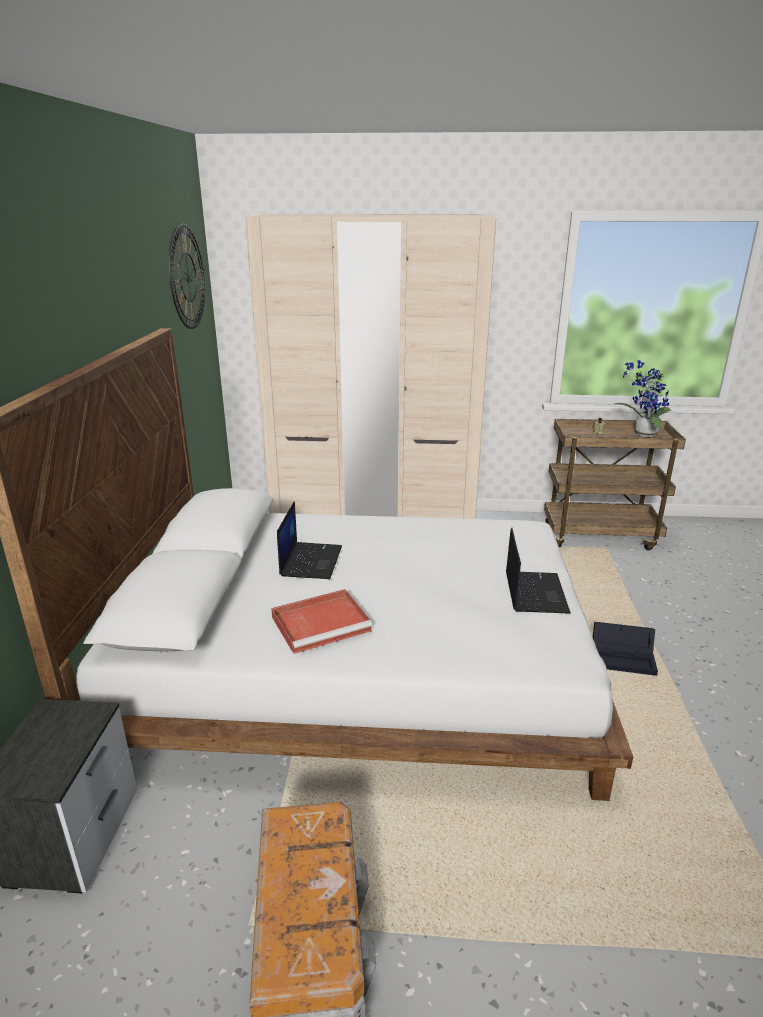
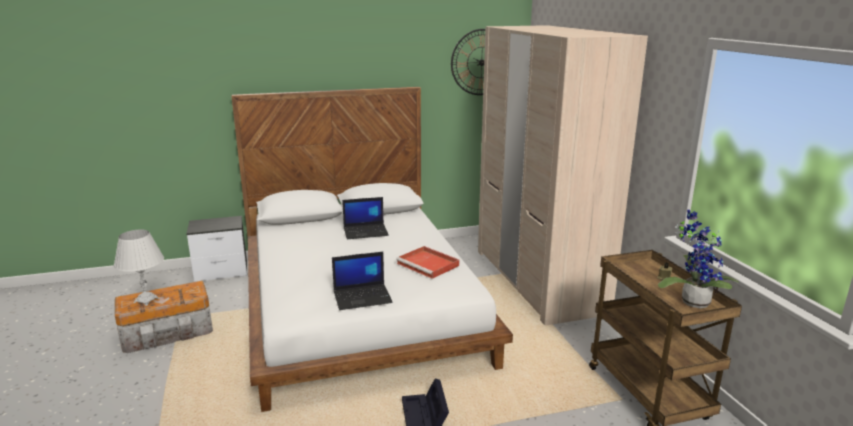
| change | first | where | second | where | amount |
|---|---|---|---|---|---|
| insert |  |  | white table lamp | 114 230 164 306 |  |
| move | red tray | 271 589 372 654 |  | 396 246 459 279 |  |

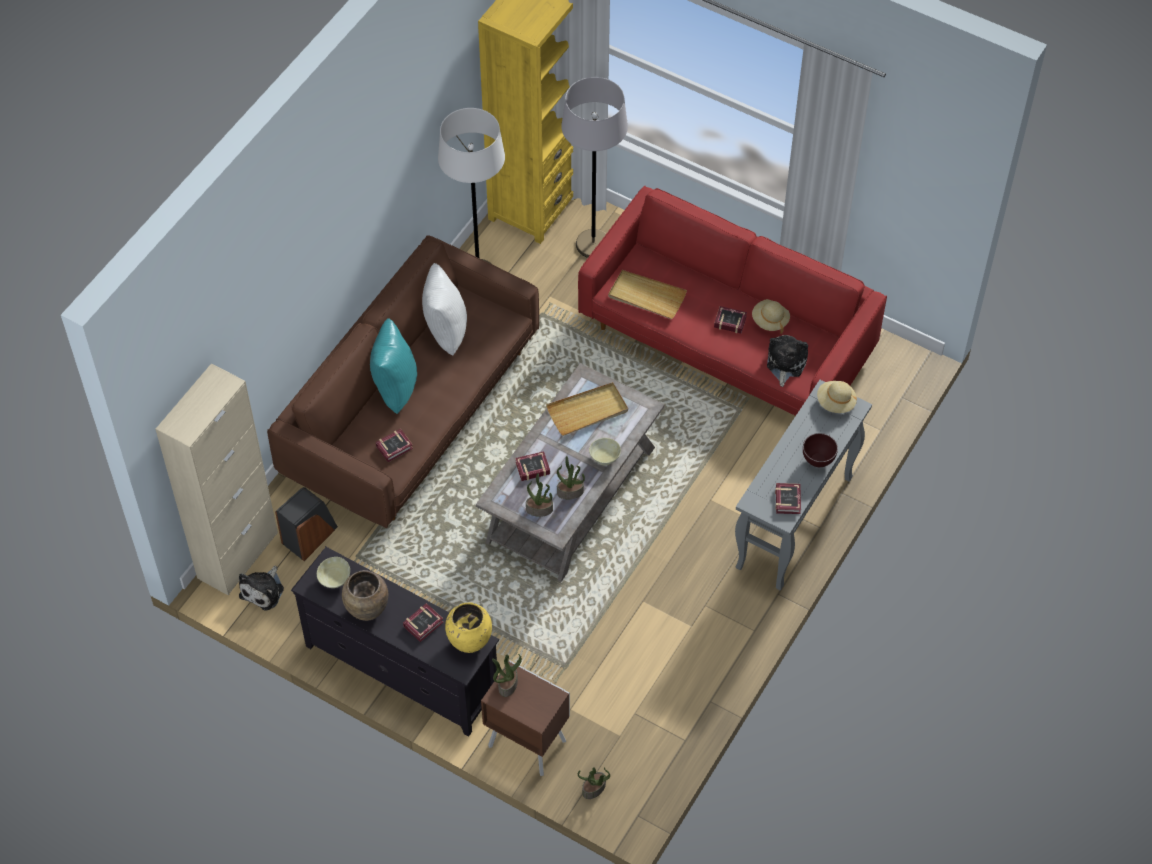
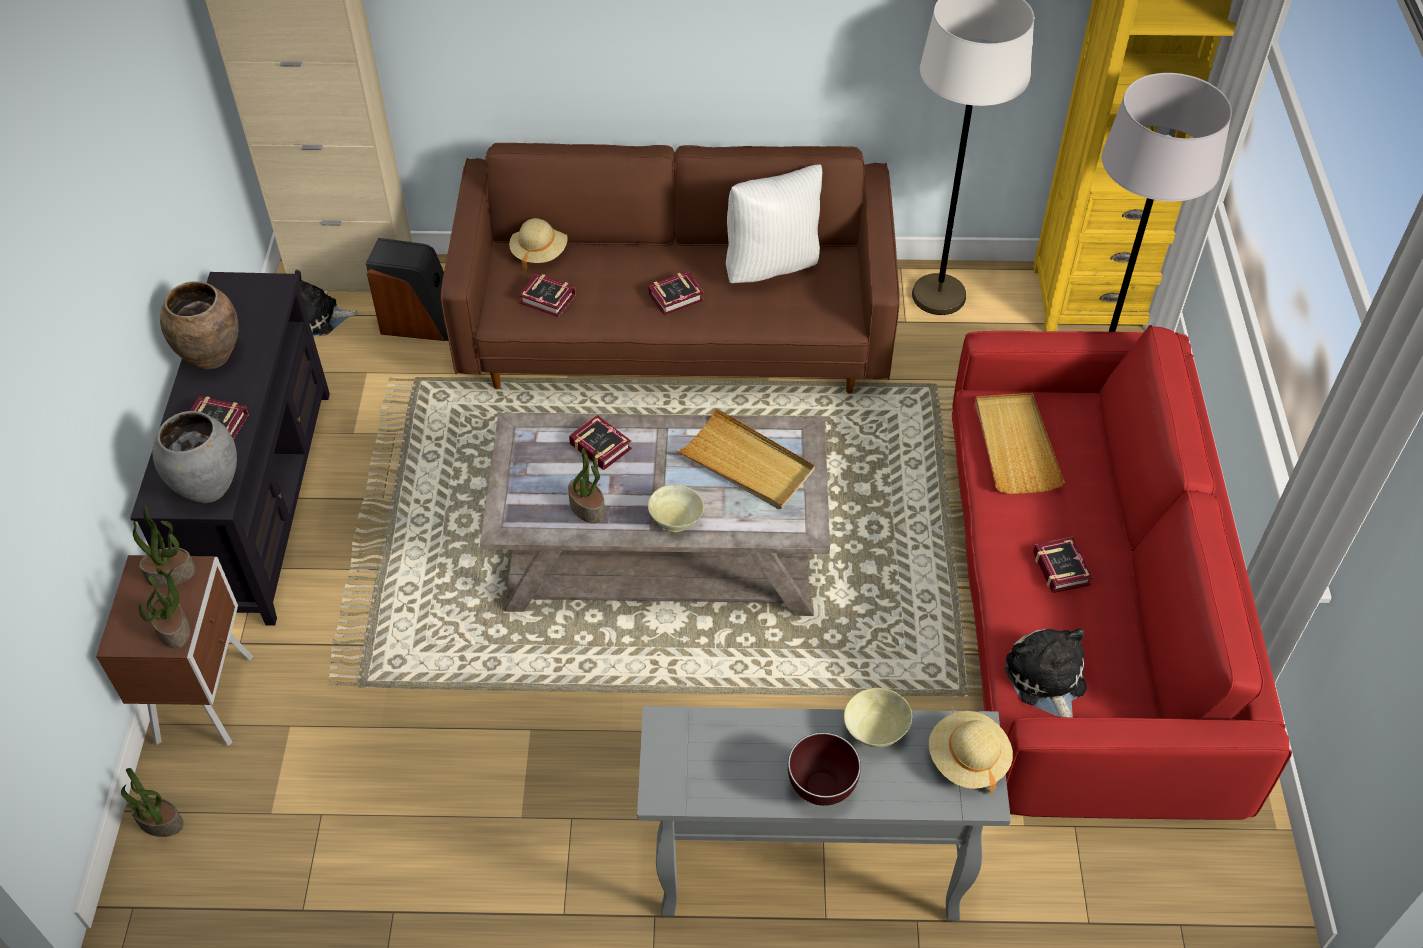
| change | first | where | second | where | amount |
|---|---|---|---|---|---|
| delete | turquoise pillow | 370 318 417 414 |  |  |  |
| move | beige bowl | 317 557 350 588 |  | 844 688 912 747 |  |
| move | potted plant | 526 473 553 517 |  | 139 568 190 649 |  |
| move | beige hat | 752 299 790 334 |  | 509 218 568 271 |  |
| move | book | 775 483 801 514 |  | 648 271 704 316 |  |
| recolor | yellow vase | 445 602 492 653 | grey vase | 152 411 237 503 |  |
| rotate | plush toy | 767 335 808 387 |  | 1005 628 1087 718 | 90 degrees counterclockwise |

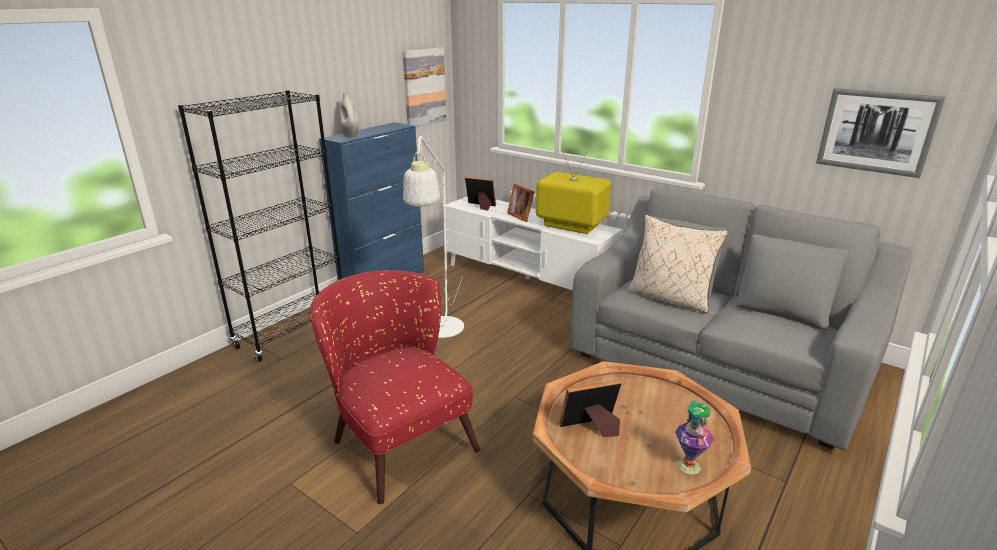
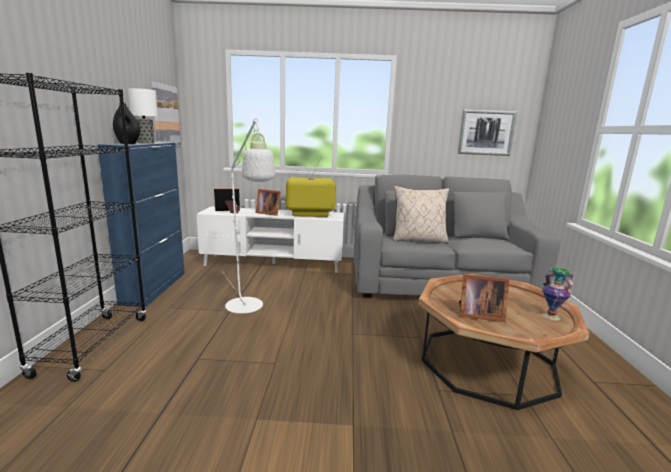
| change | first | where | second | where | amount |
|---|---|---|---|---|---|
| delete | red armchair | 310 270 480 504 |  |  |  |
| insert |  |  | table lamp | 127 88 158 144 |  |
| recolor | white vase | 339 93 359 137 | black vase | 113 103 140 144 |  |
| rotate | picture frame | 559 380 622 437 |  | 459 274 509 322 | 120 degrees counterclockwise |

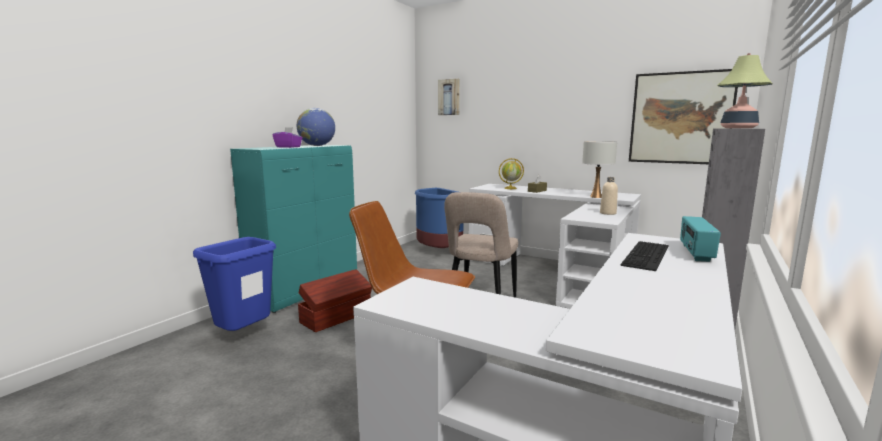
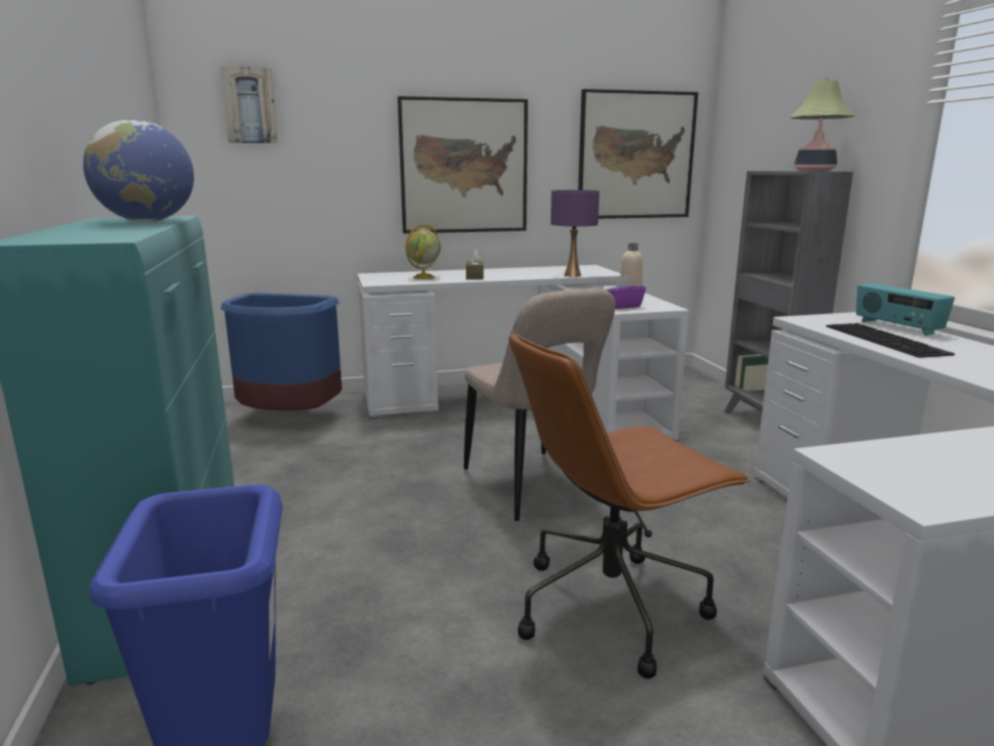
| change | first | where | second | where | amount |
|---|---|---|---|---|---|
| delete | brown storage box | 298 269 372 332 |  |  |  |
| insert |  |  | picture | 398 96 528 234 |  |
| move | purple tissue box | 273 127 303 148 |  | 605 276 646 309 |  |
| recolor | white table lamp | 582 141 617 198 | purple table lamp | 551 190 599 277 |  |

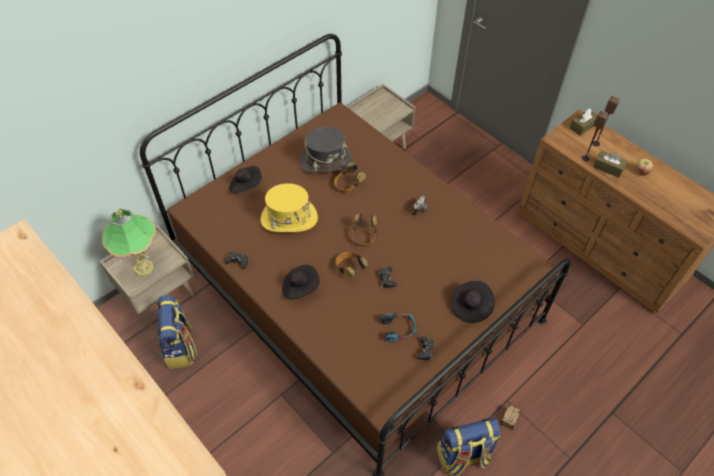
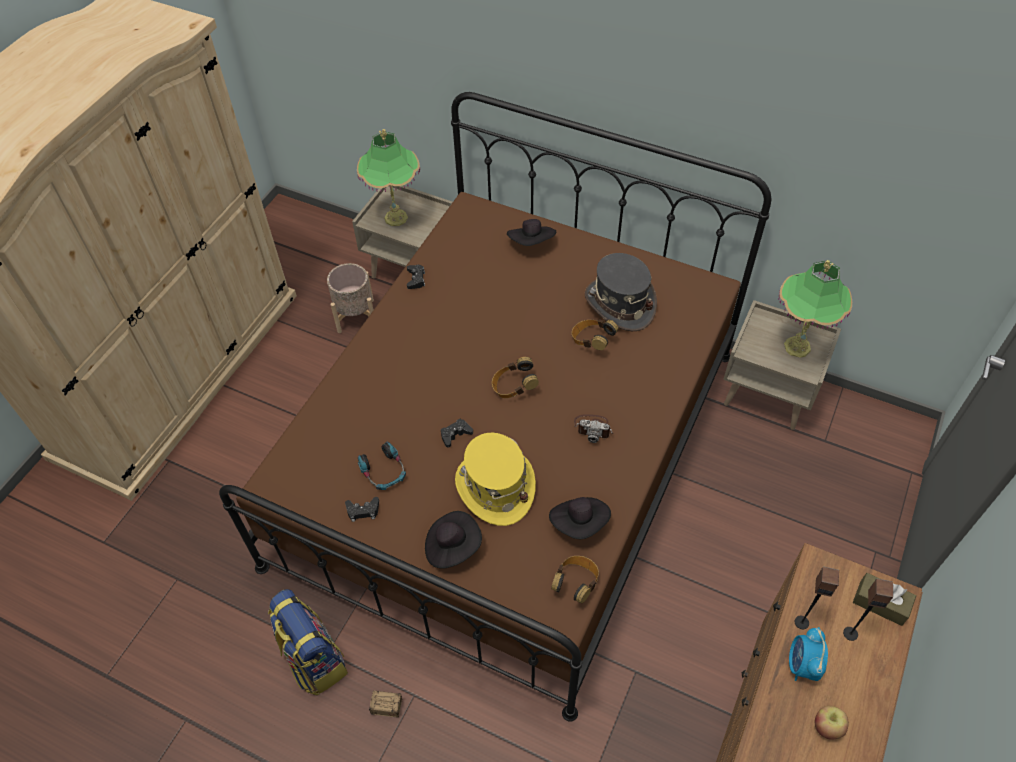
| change | first | where | second | where | amount |
|---|---|---|---|---|---|
| insert |  |  | table lamp | 778 260 852 358 |  |
| move | yellow hat | 260 183 318 232 |  | 455 433 536 526 |  |
| move | black hat | 282 265 319 299 |  | 549 497 611 539 |  |
| move | headphones | 335 252 368 278 |  | 551 556 599 604 |  |
| replace | backpack | 157 295 197 369 | beige planter | 327 263 374 333 |  |
| replace | brown tissue box | 593 150 627 178 | alarm clock | 789 627 828 681 |  |

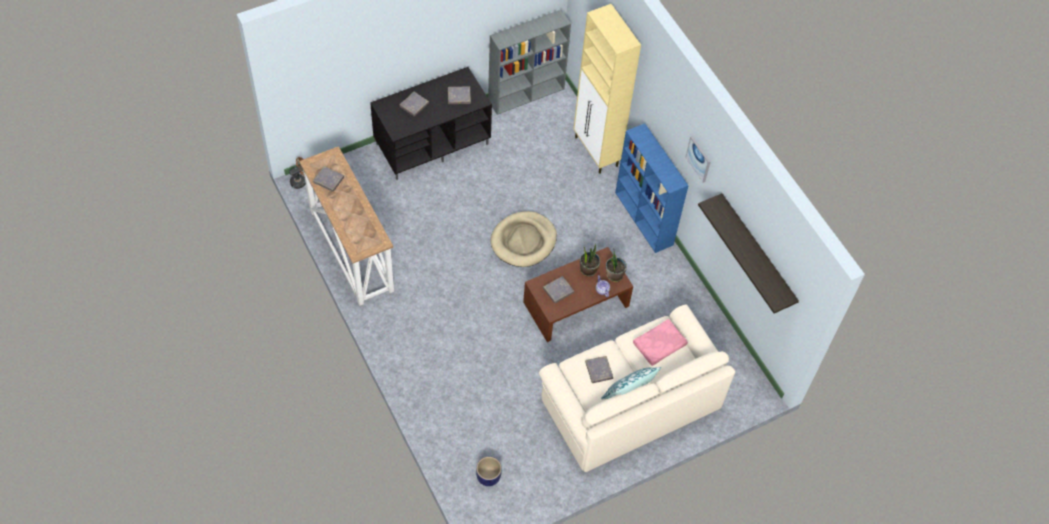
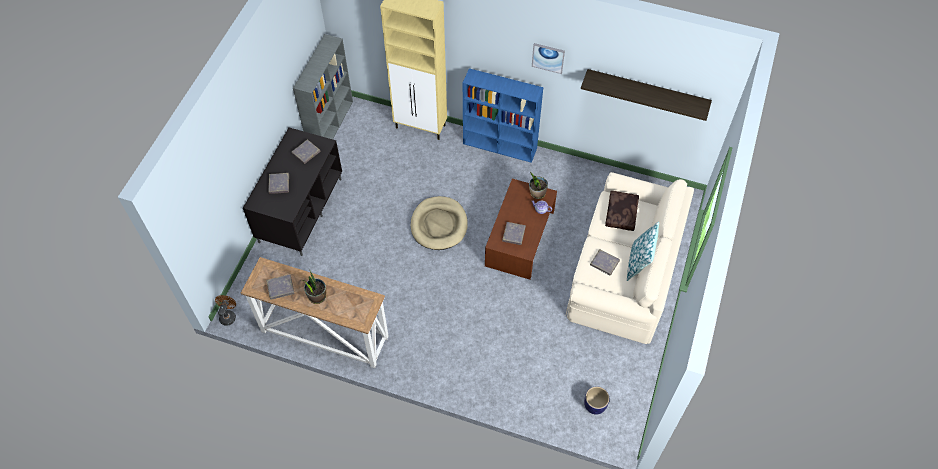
| change | first | where | second | where | amount |
|---|---|---|---|---|---|
| move | potted plant | 580 243 600 277 |  | 303 269 326 304 |  |
| recolor | pink pillow | 633 319 688 366 | brown pillow | 605 191 639 231 |  |

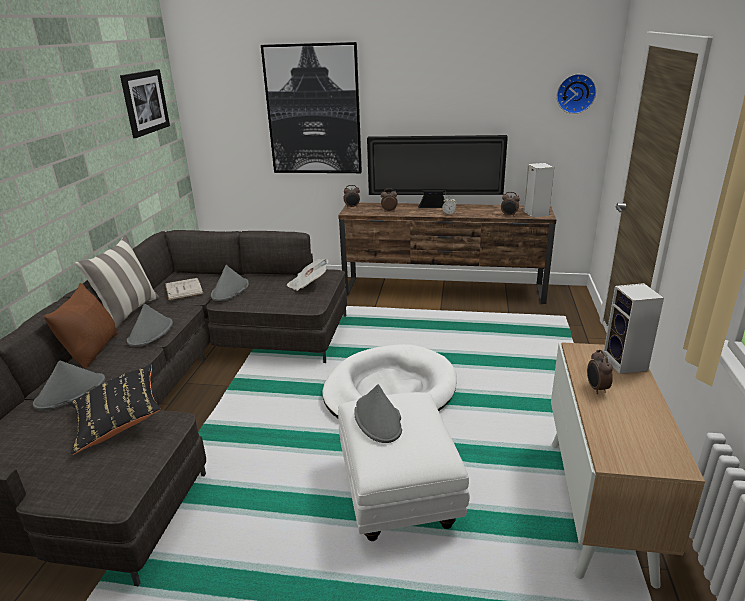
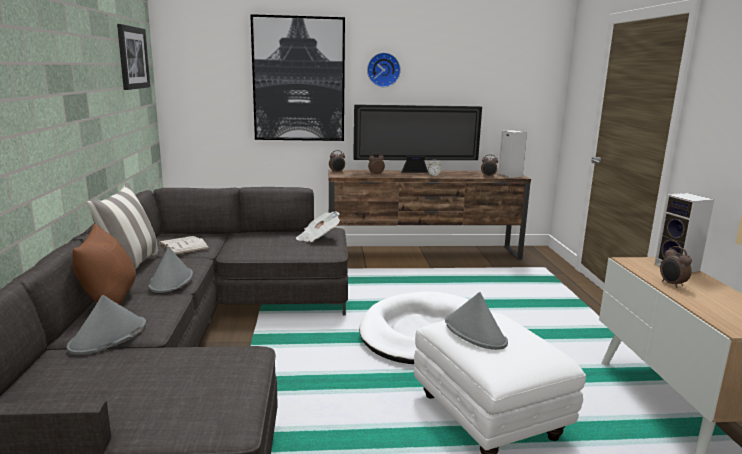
| change | first | where | second | where | amount |
|---|---|---|---|---|---|
| delete | black pillow | 70 364 161 455 |  |  |  |
| delete | grey hat | 211 265 249 301 |  |  |  |
| move | wall clock | 557 74 596 114 |  | 367 52 401 87 |  |

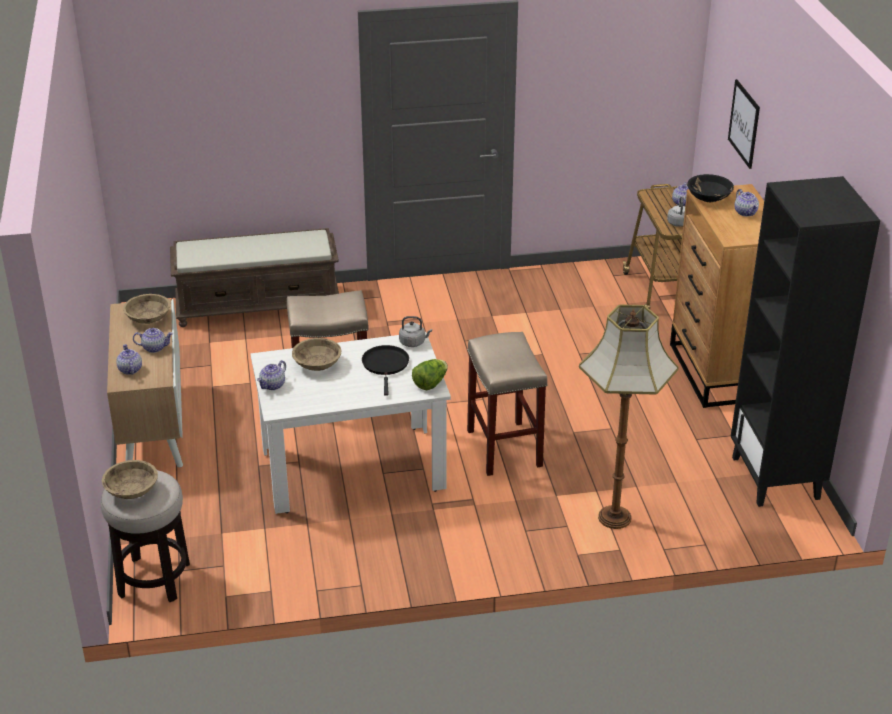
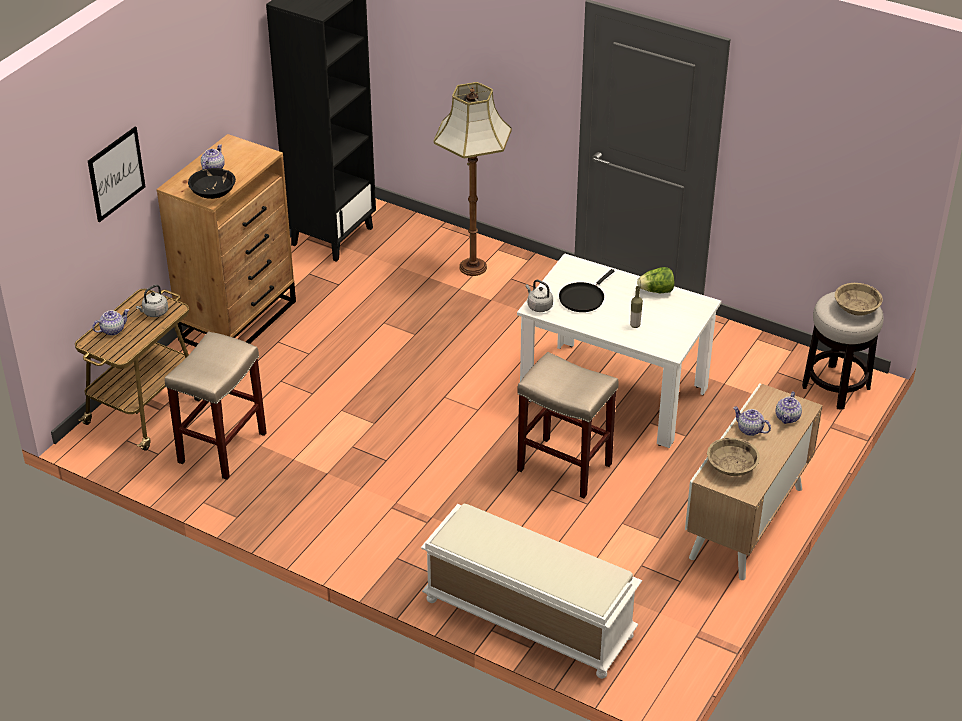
| change | first | where | second | where | amount |
|---|---|---|---|---|---|
| delete | teapot | 257 360 286 390 |  |  |  |
| move | lettuce | 412 359 448 390 |  | 637 267 674 293 |  |
| move | beige stool | 467 332 548 476 |  | 165 331 267 480 |  |
| replace | beige bowl | 292 338 341 371 | bottle | 630 286 643 328 |  |
| recolor | brown bench | 170 228 339 327 | white bench | 421 504 642 679 |  |

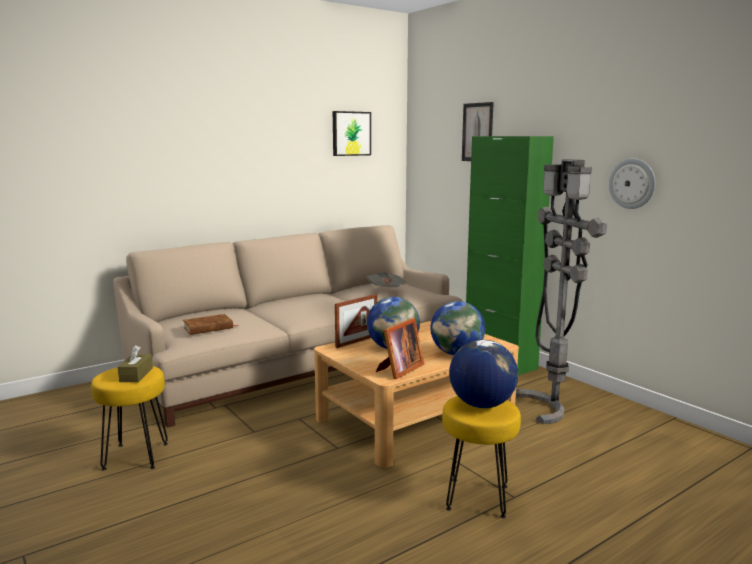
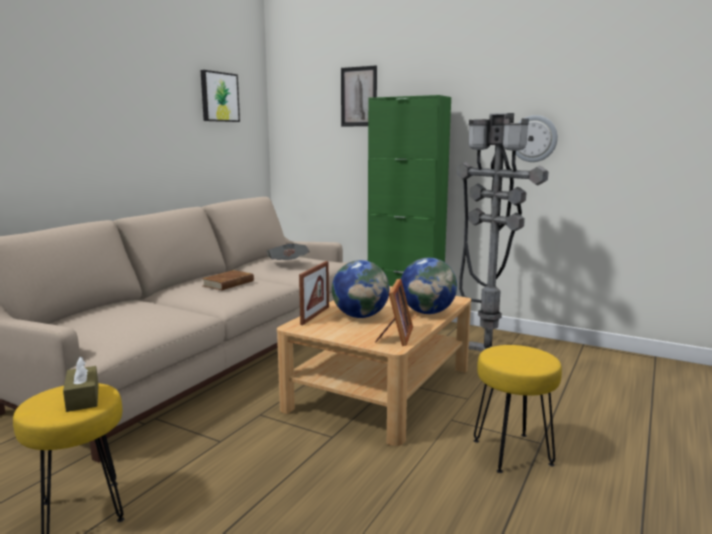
| change | first | where | second | where | amount |
|---|---|---|---|---|---|
| delete | globe | 449 340 518 408 |  |  |  |
| move | brown book | 183 314 238 335 |  | 202 270 254 290 |  |

